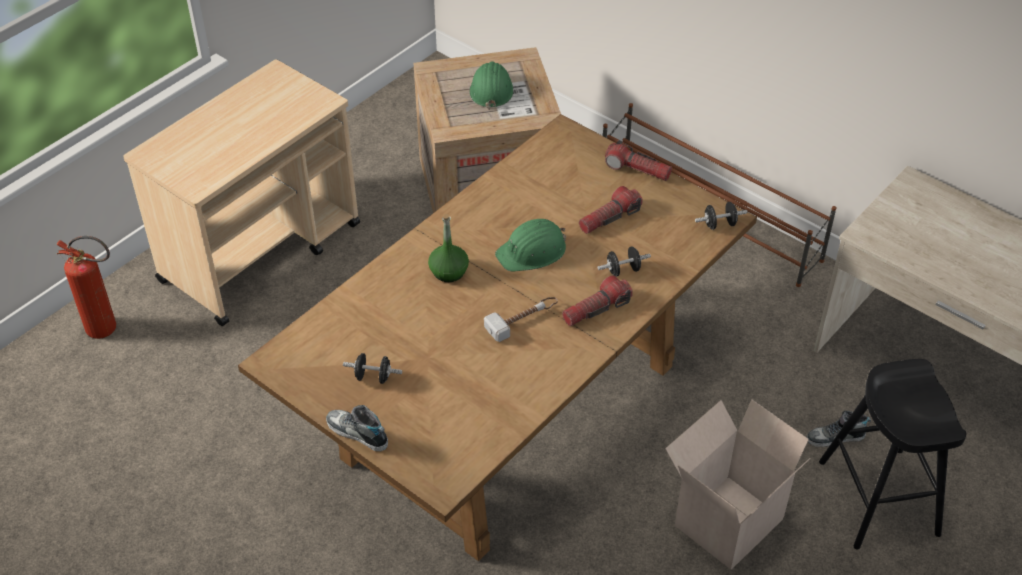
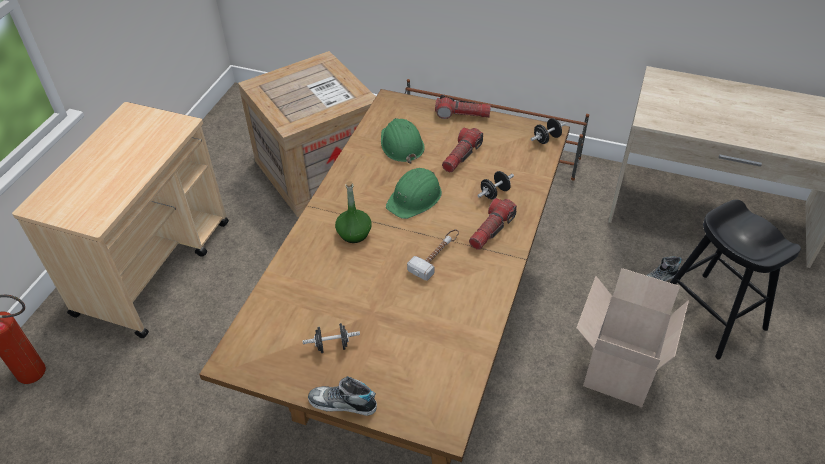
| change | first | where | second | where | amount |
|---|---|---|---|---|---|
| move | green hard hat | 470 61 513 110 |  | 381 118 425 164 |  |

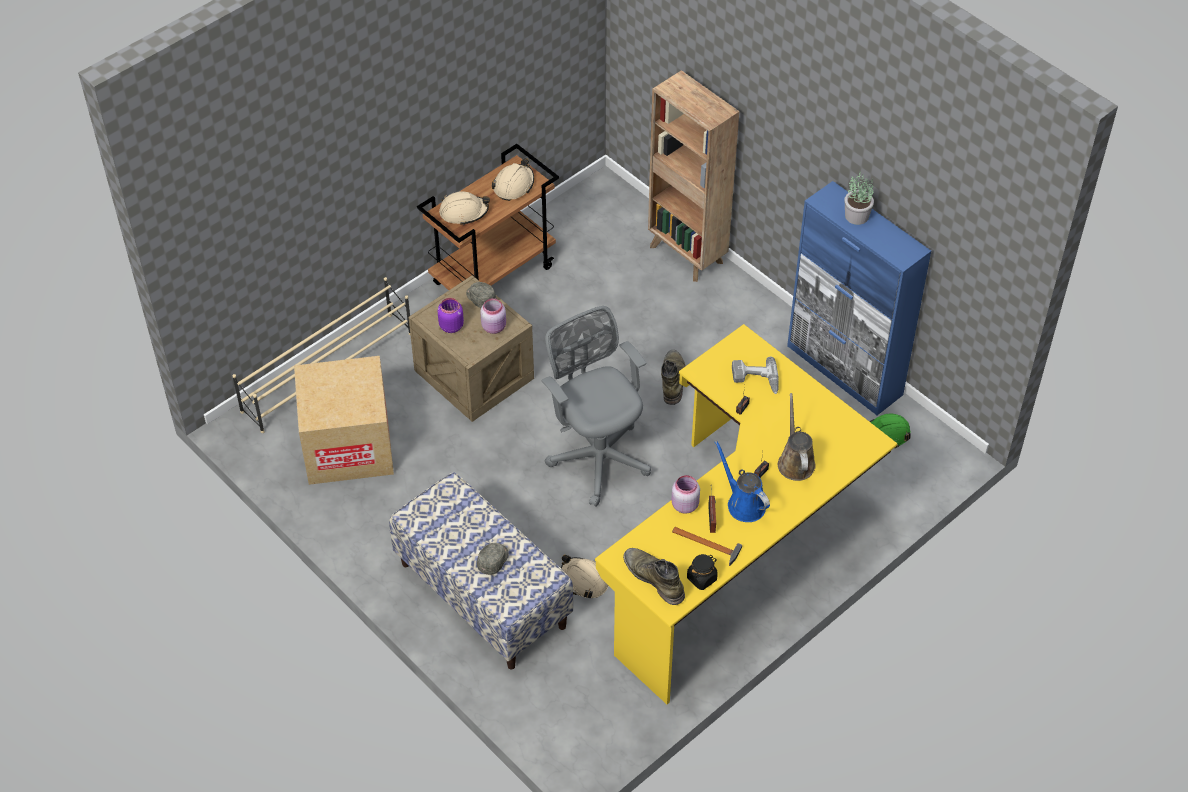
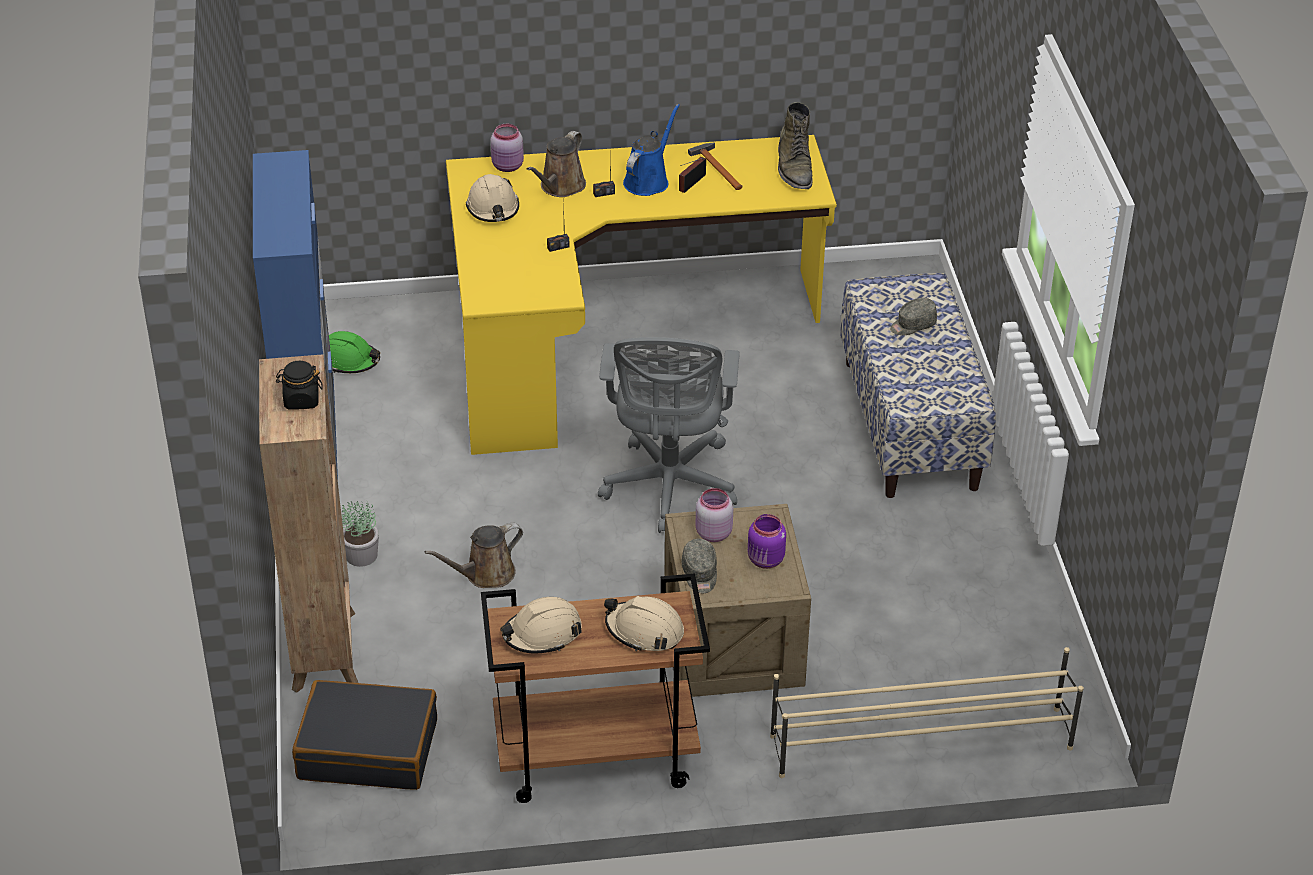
| change | first | where | second | where | amount |
|---|---|---|---|---|---|
| delete | cardboard box | 294 356 394 485 |  |  |  |
| delete | green boot | 661 350 686 405 |  |  |  |
| delete | power drill | 732 356 779 394 |  |  |  |
| insert |  |  | black suitcase | 292 680 437 790 |  |
| insert |  |  | brown watering can | 425 523 523 588 |  |
| move | beige hard hat | 561 555 608 598 |  | 466 174 519 222 |  |
| move | pink jar | 671 475 700 514 |  | 491 124 524 172 |  |
| move | black jar | 687 554 718 590 |  | 276 361 323 409 |  |
| move | potted plant | 845 171 874 225 |  | 342 500 379 567 |  |
| rotate | blue watering can | 715 441 770 522 |  | 623 104 680 196 | 150 degrees counterclockwise |

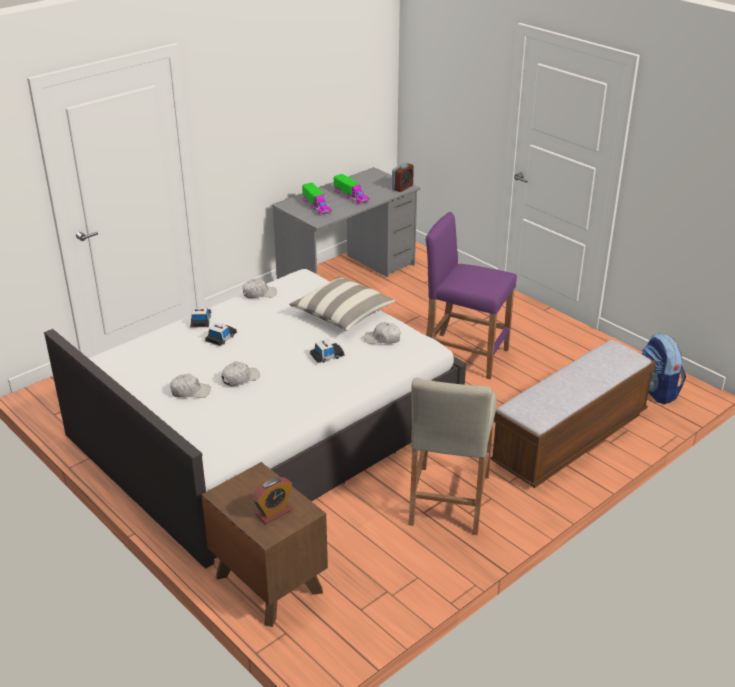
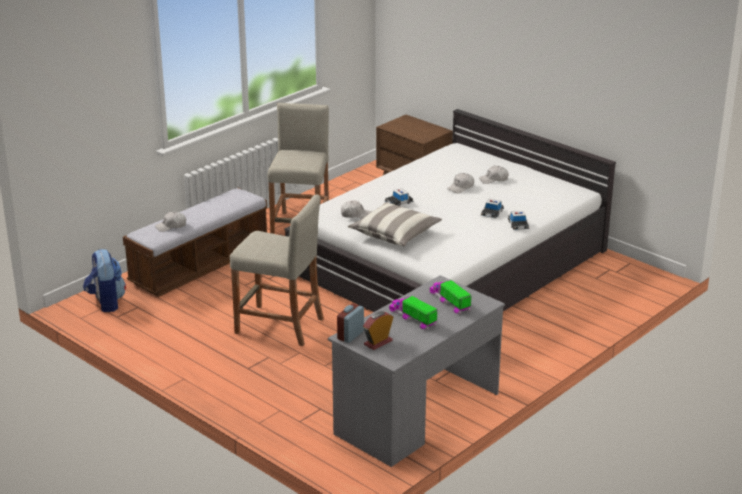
| change | first | where | second | where | amount |
|---|---|---|---|---|---|
| move | white cap | 242 278 277 298 |  | 155 212 186 232 |  |
| move | alarm clock | 252 477 292 524 |  | 363 311 393 350 |  |
| recolor | purple stool | 426 212 517 379 | beige stool | 230 194 324 346 |  |

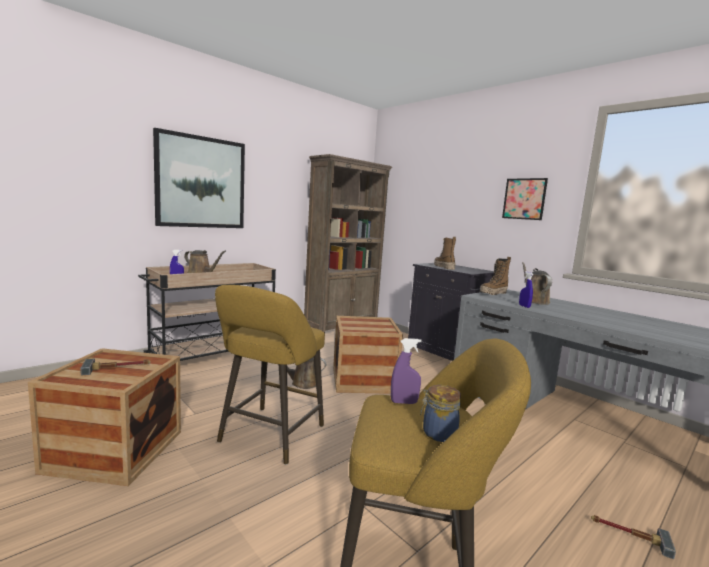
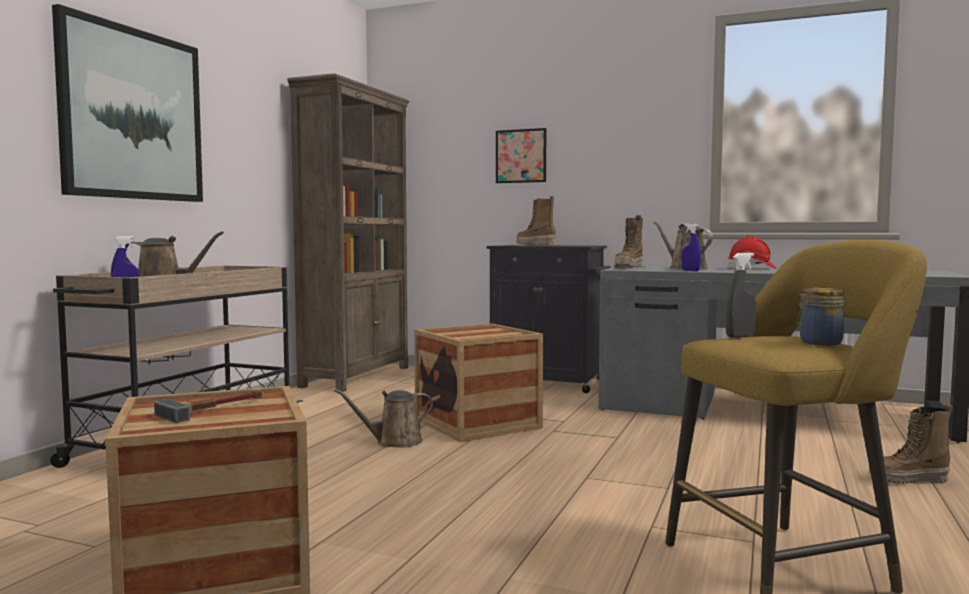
| change | first | where | second | where | amount |
|---|---|---|---|---|---|
| delete | yellow stool | 215 285 325 465 |  |  |  |
| insert |  |  | red hard hat | 727 237 777 269 |  |
| move | picture | 502 178 548 220 |  | 496 128 547 183 |  |
| replace | hammer | 591 515 676 559 | boot | 869 404 953 484 |  |
| recolor | purple spray bottle | 391 338 422 404 | grey spray bottle | 725 253 756 338 |  |

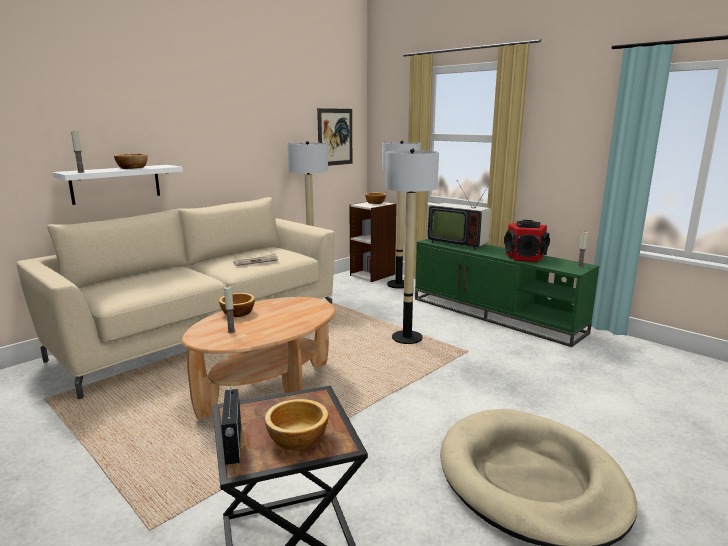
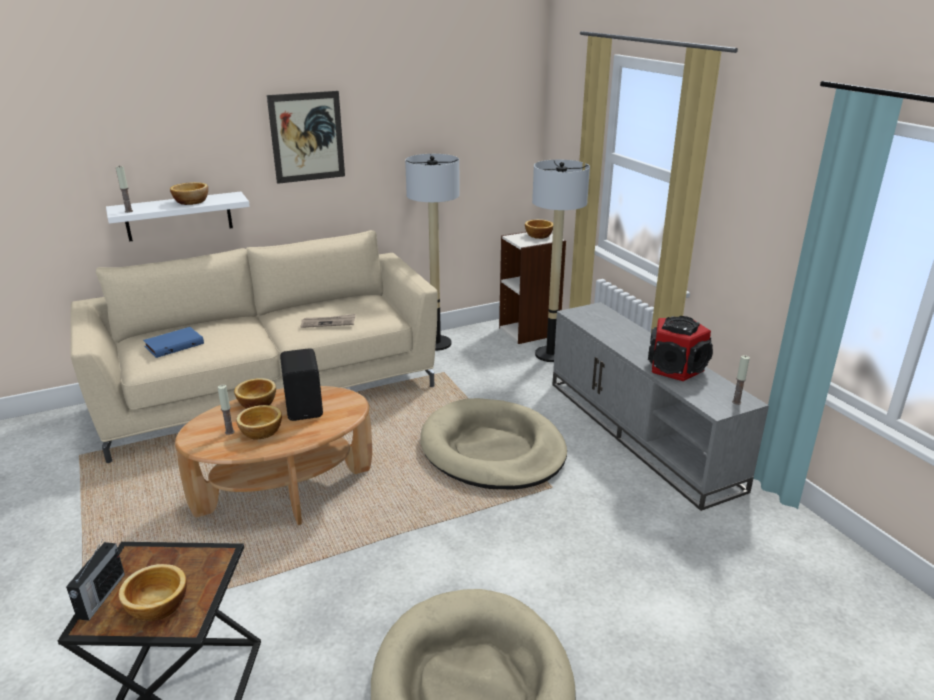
| change | first | where | second | where | amount |
|---|---|---|---|---|---|
| delete | television | 428 180 492 250 |  |  |  |
| insert |  |  | blue book | 143 327 204 358 |  |
| insert |  |  | bowl | 236 405 282 440 |  |
| insert |  |  | black speaker | 280 348 323 421 |  |
| move | picture | 317 108 352 166 |  | 267 91 345 184 |  |
| replace | floor lamp | 385 148 439 344 | beige dog bed | 420 398 567 489 |  |
| recolor | green tv stand | 415 239 599 347 | grey tv stand | 552 302 769 511 |  |

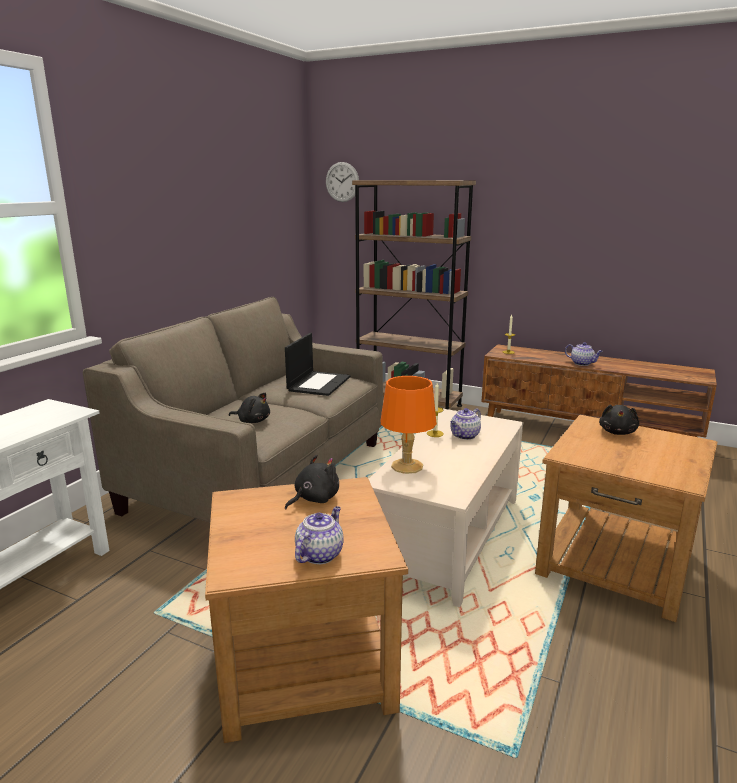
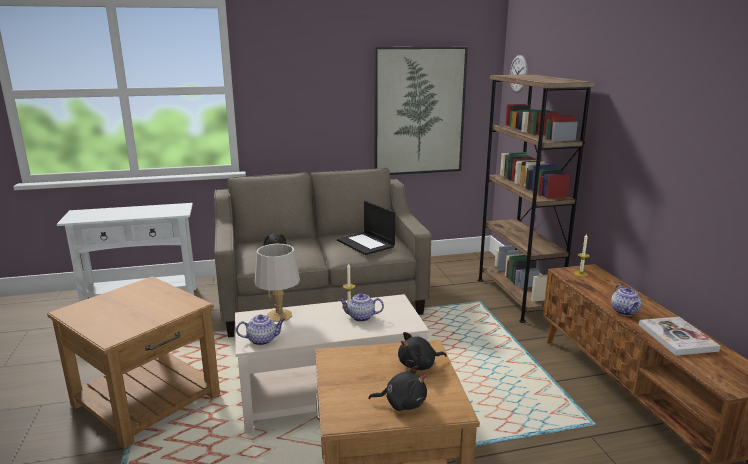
| change | first | where | second | where | amount |
|---|---|---|---|---|---|
| insert |  |  | picture | 374 47 468 175 |  |
| insert |  |  | book | 639 317 721 355 |  |
| move | black plush toy | 285 455 339 509 |  | 368 366 427 411 |  |
| move | teapot | 295 506 344 564 |  | 236 314 285 345 |  |
| recolor | orange table lamp | 381 376 437 474 | grey table lamp | 254 244 300 322 |  |
| rotate | laptop | 285 333 350 396 |  | 337 201 395 255 | 75 degrees clockwise |

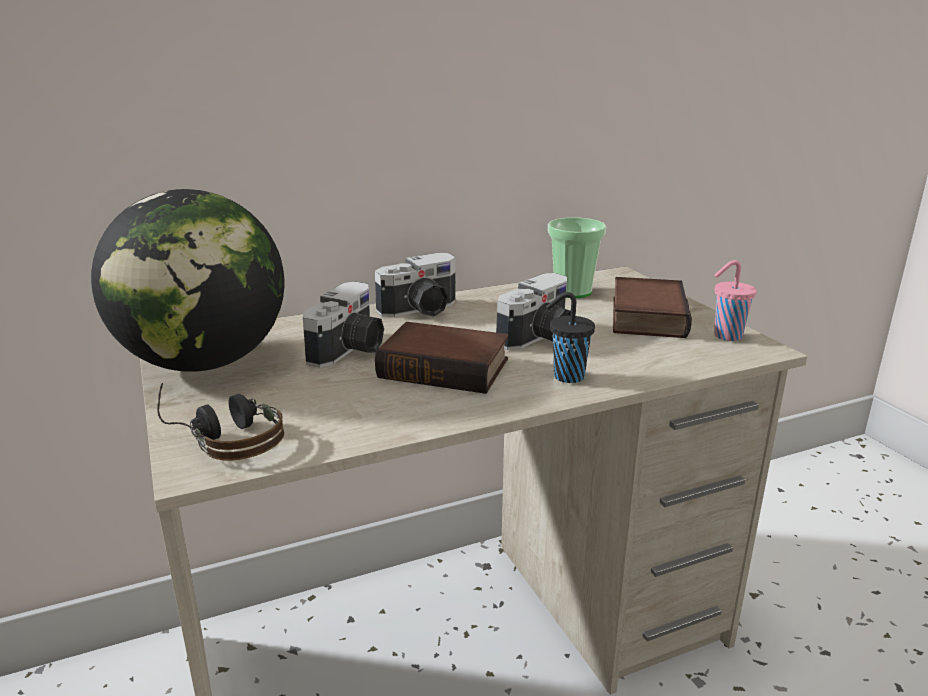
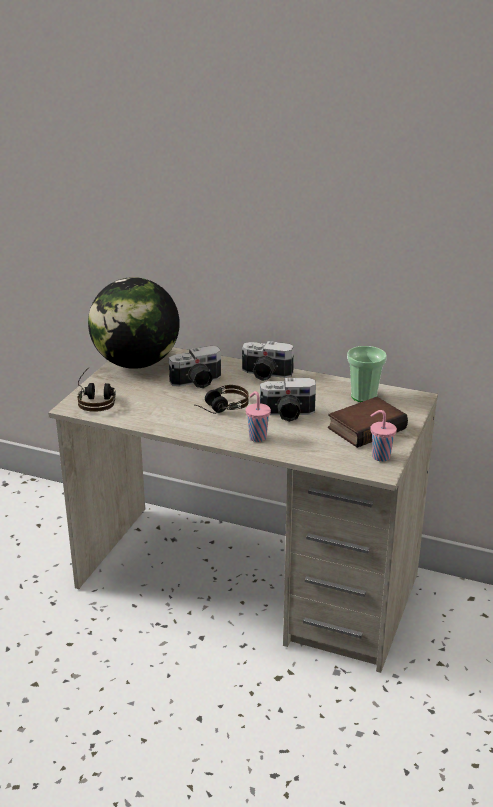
| change | first | where | second | where | amount |
|---|---|---|---|---|---|
| replace | book | 375 322 509 394 | headphones | 195 385 249 414 |  |
| recolor | black cup | 546 292 595 383 | pink cup | 246 391 271 442 |  |

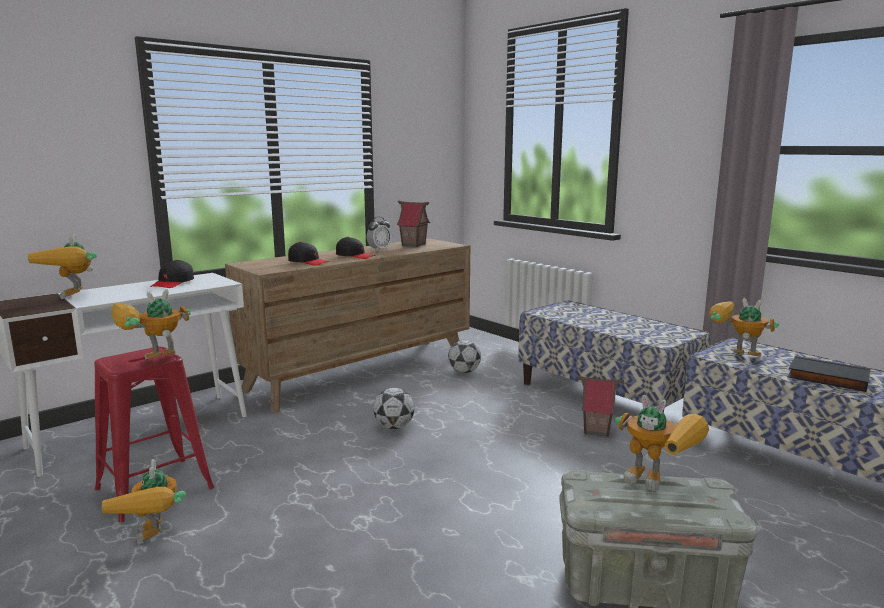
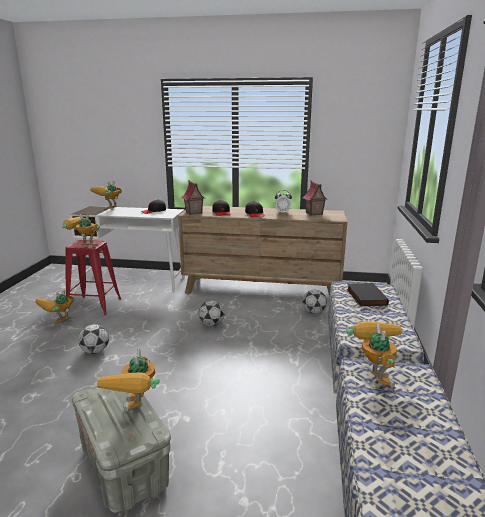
| change | first | where | second | where | amount |
|---|---|---|---|---|---|
| insert |  |  | football | 78 324 109 354 |  |
| move | toy house | 577 376 624 437 |  | 182 180 206 215 |  |
| move | black book | 787 356 871 392 |  | 347 283 389 306 |  |

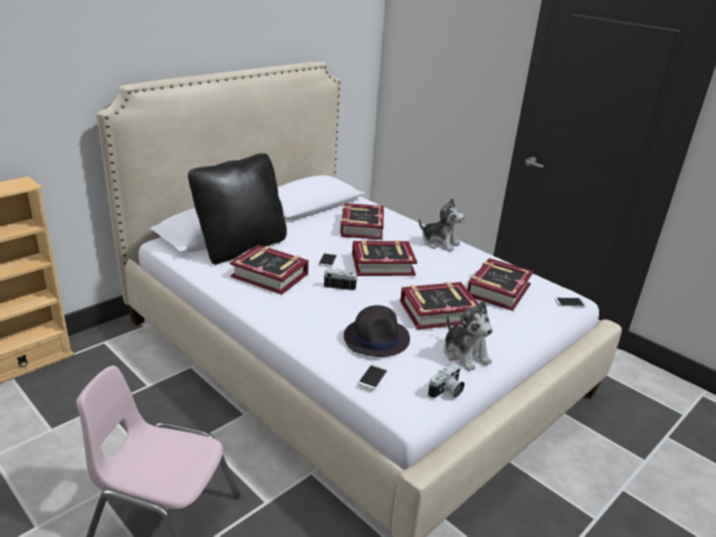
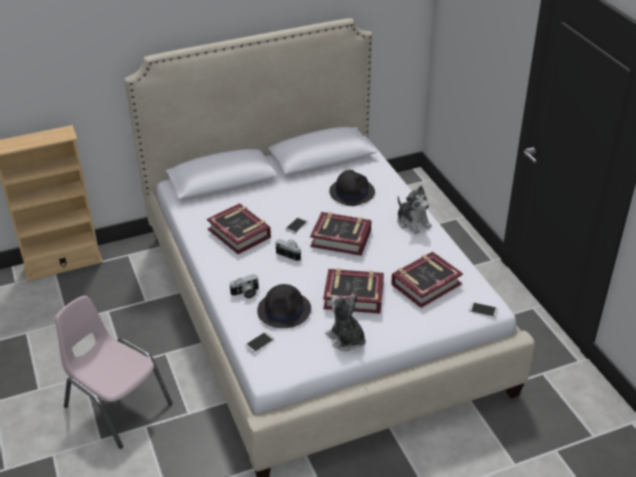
| change | first | where | second | where | amount |
|---|---|---|---|---|---|
| delete | black pillow | 188 153 287 265 |  |  |  |
| move | photo camera | 428 363 465 398 |  | 230 274 259 299 |  |
| replace | book | 340 203 384 240 | black hat | 329 170 375 206 |  |
| rotate | plush toy | 444 301 493 371 |  | 325 294 366 351 | 150 degrees clockwise |

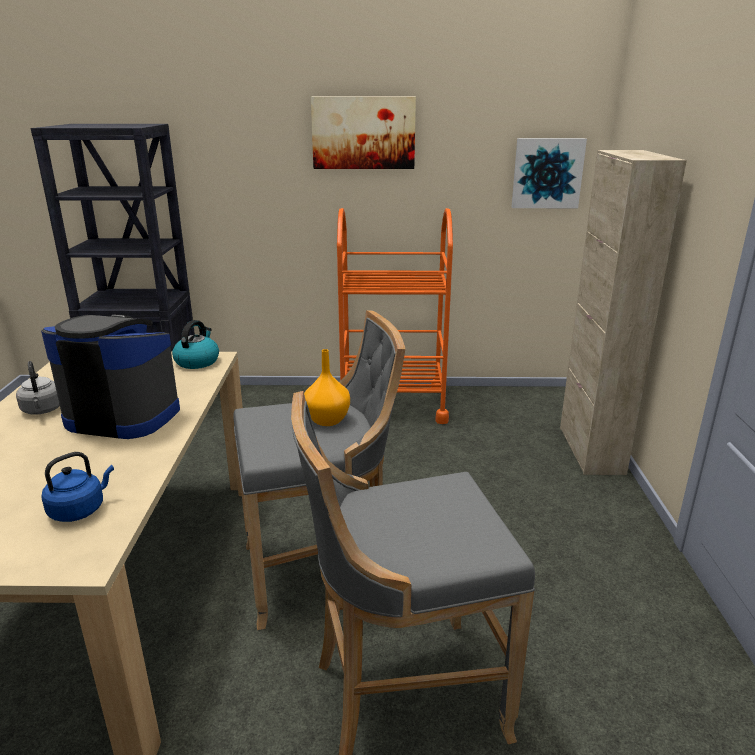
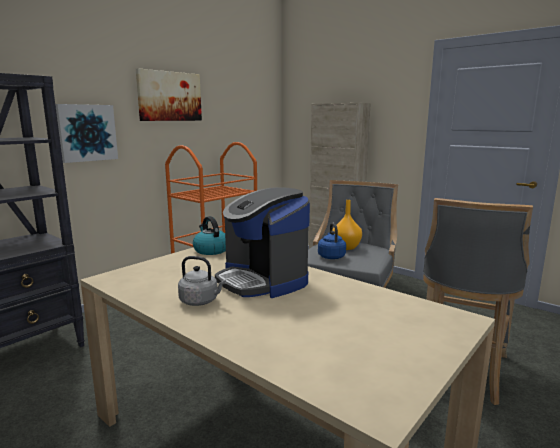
| change | first | where | second | where | amount |
|---|---|---|---|---|---|
| move | blue kettle | 41 452 114 522 |  | 318 223 346 259 |  |
| move | picture | 512 138 587 208 |  | 55 104 118 163 |  |
| rotate | coffee machine | 41 314 180 439 |  | 215 187 310 298 | 90 degrees counterclockwise |

